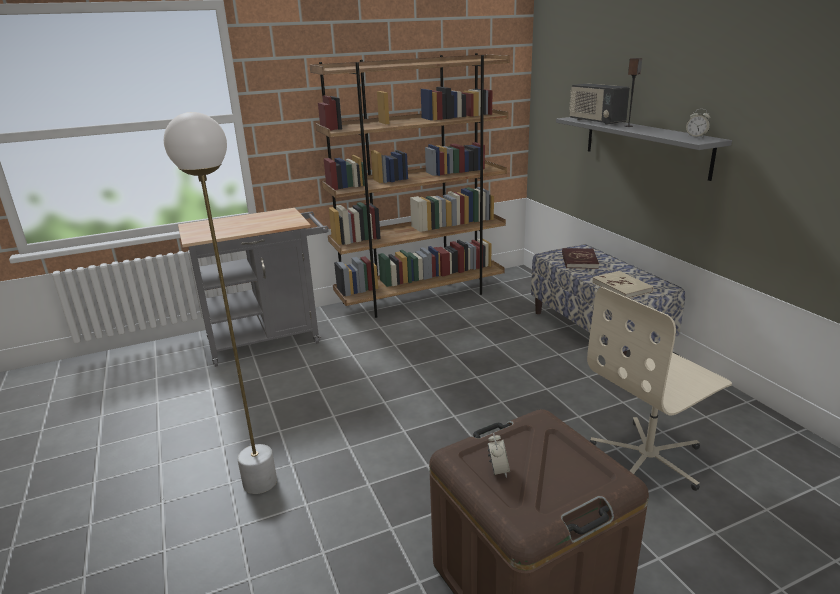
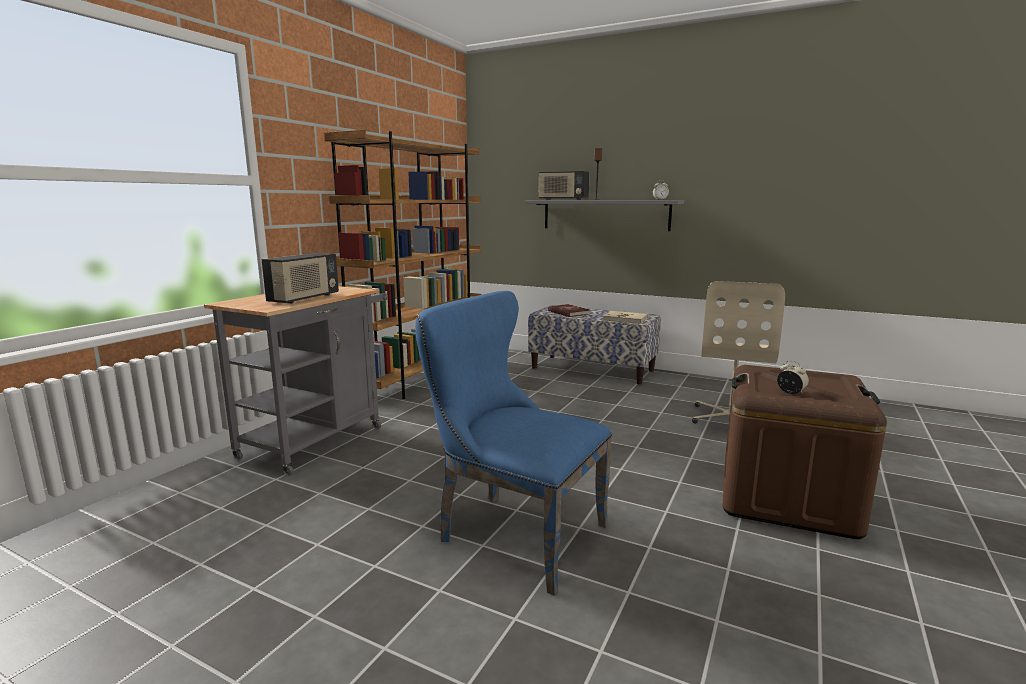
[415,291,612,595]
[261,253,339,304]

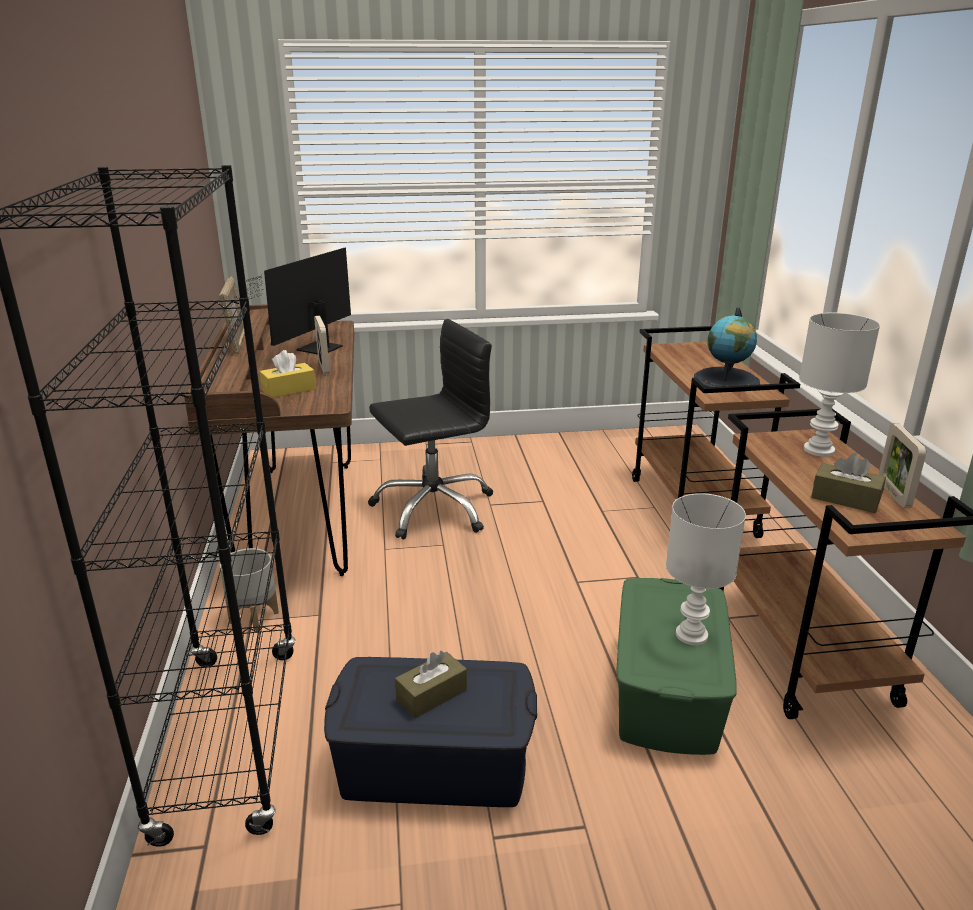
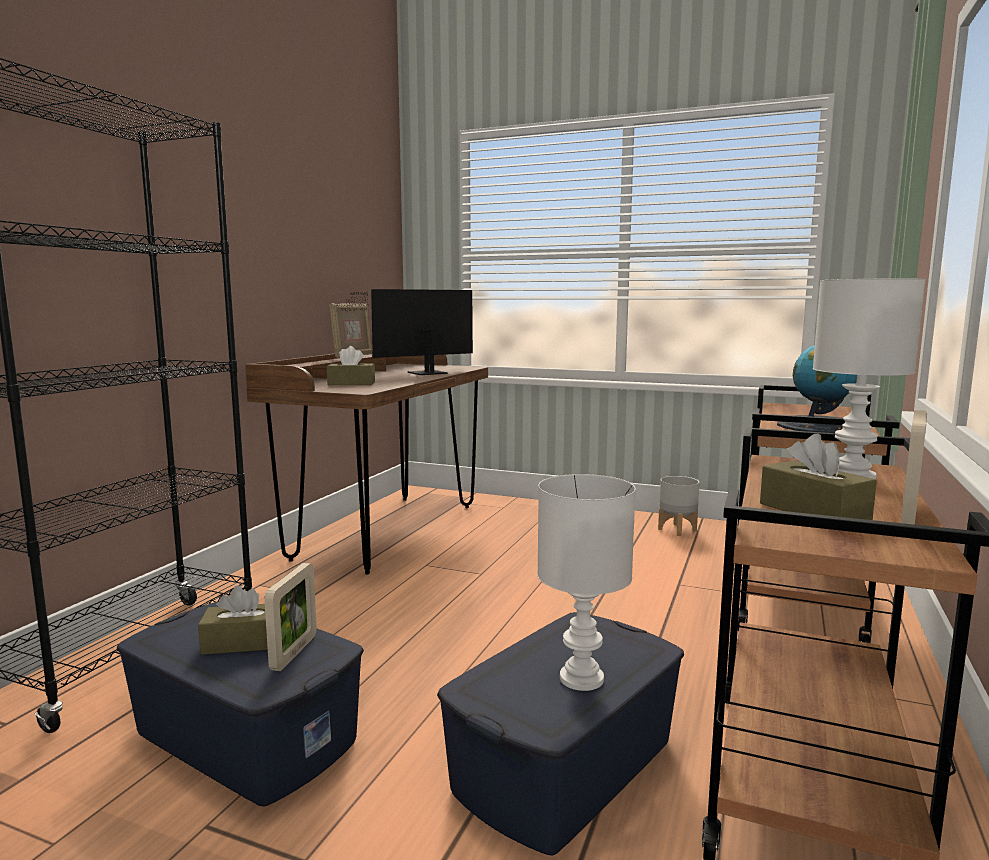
[658,476,700,536]
[327,346,375,385]
[264,563,317,671]
[368,319,493,540] (first image)
[437,612,684,856]

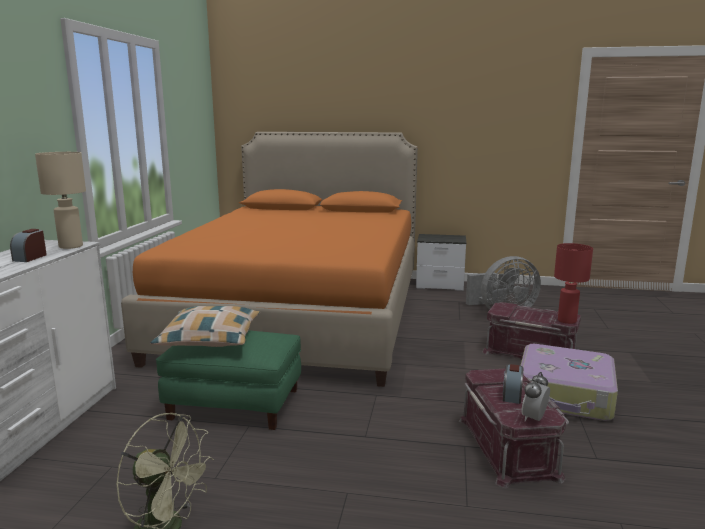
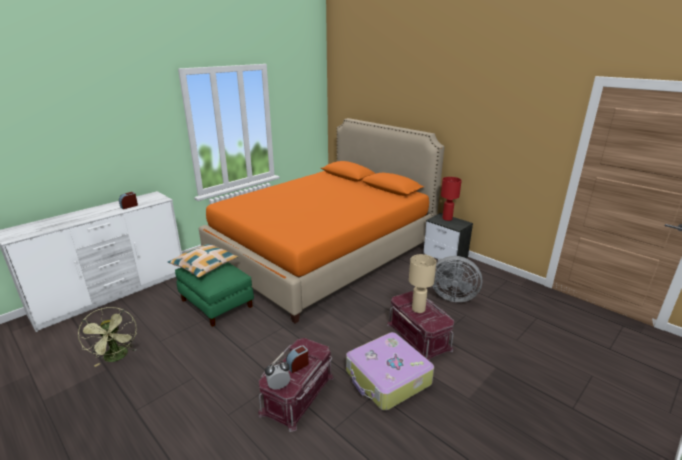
[409,254,436,313]
[441,177,462,221]

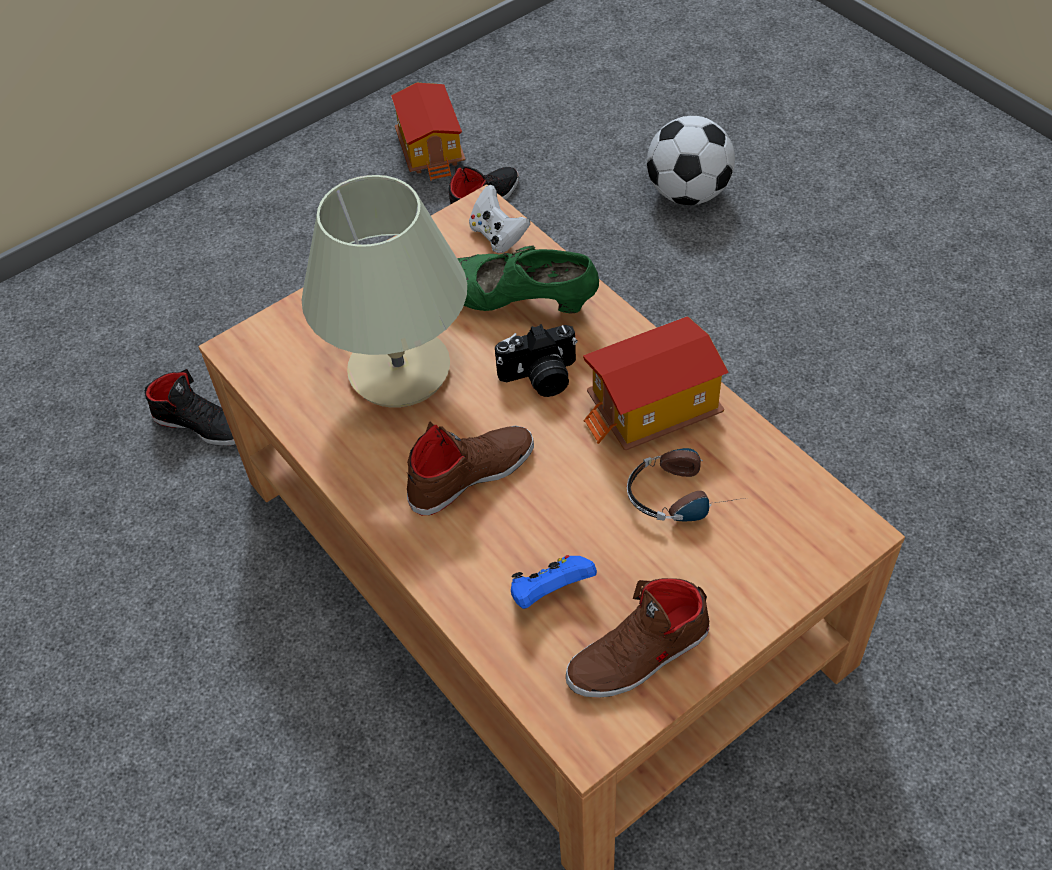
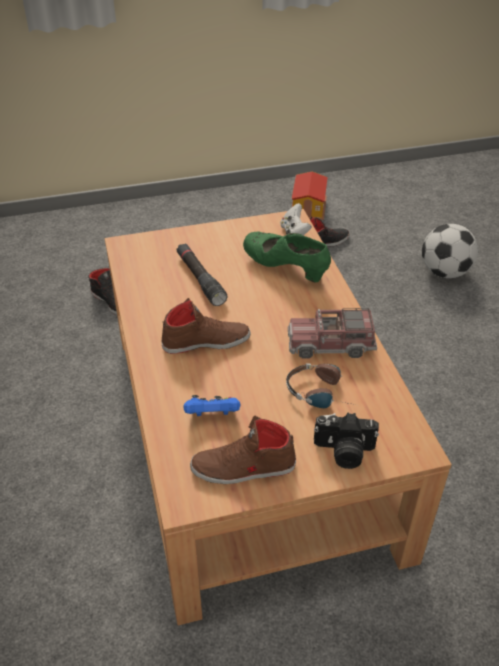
[176,244,228,306]
[314,413,379,469]
[288,308,377,359]

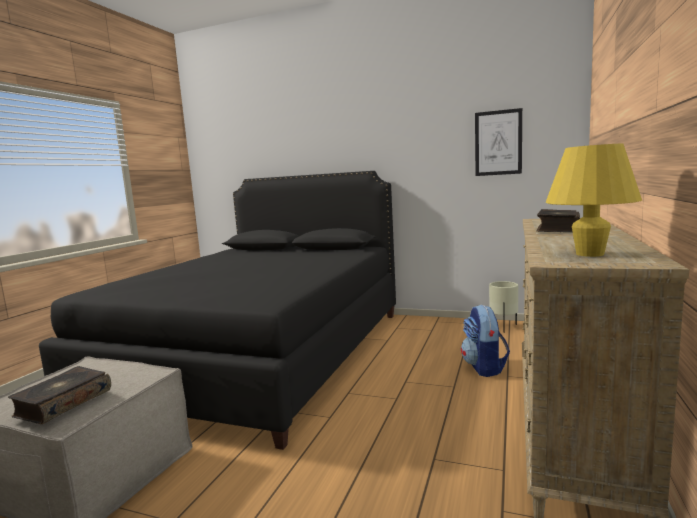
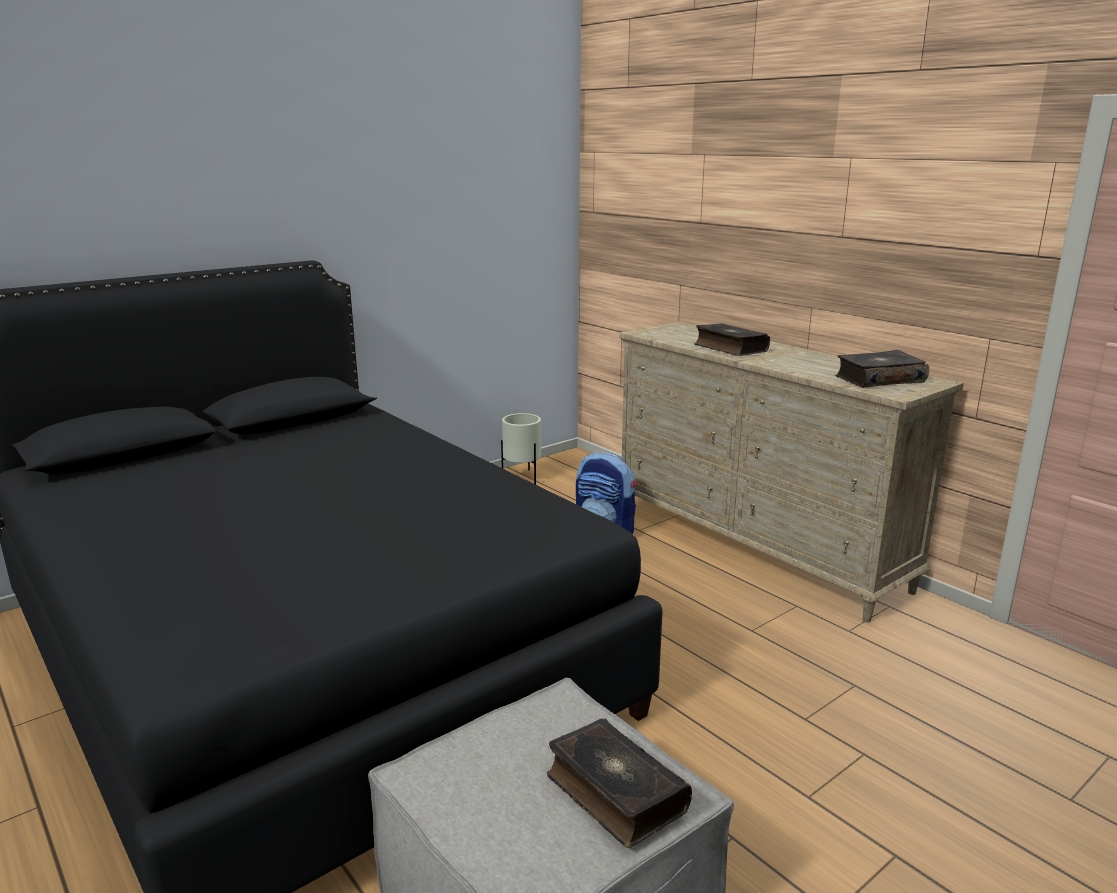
[475,108,522,176] (first image)
[835,350,929,388]

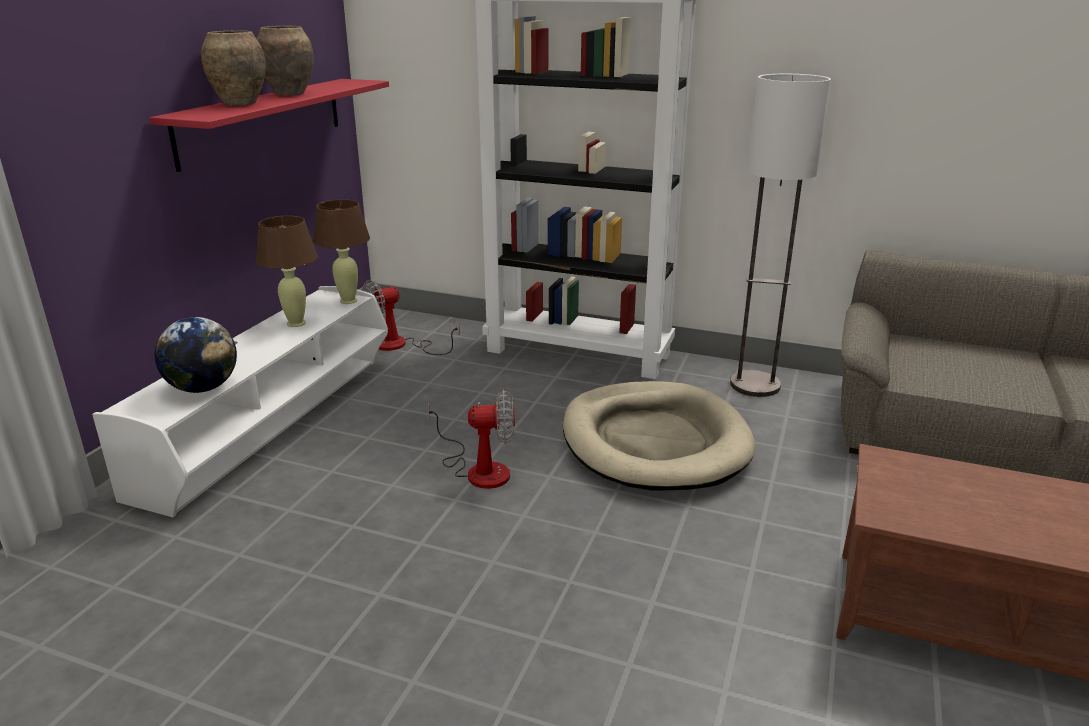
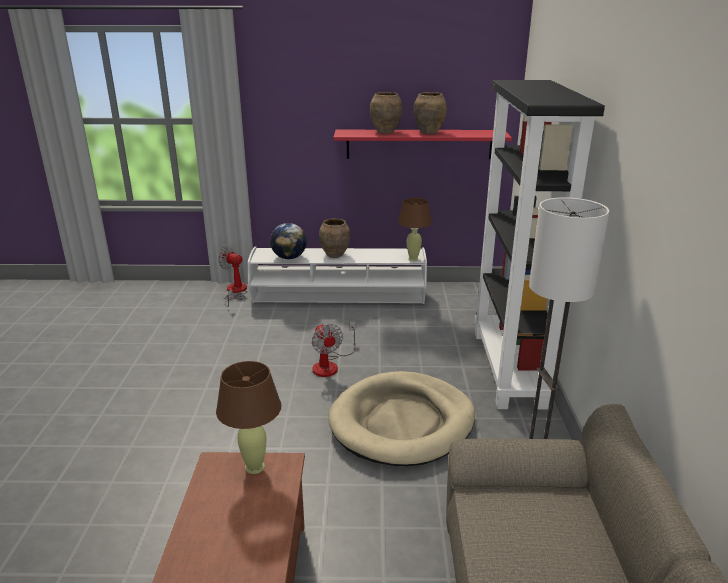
[216,361,281,474]
[218,245,248,307]
[319,219,350,258]

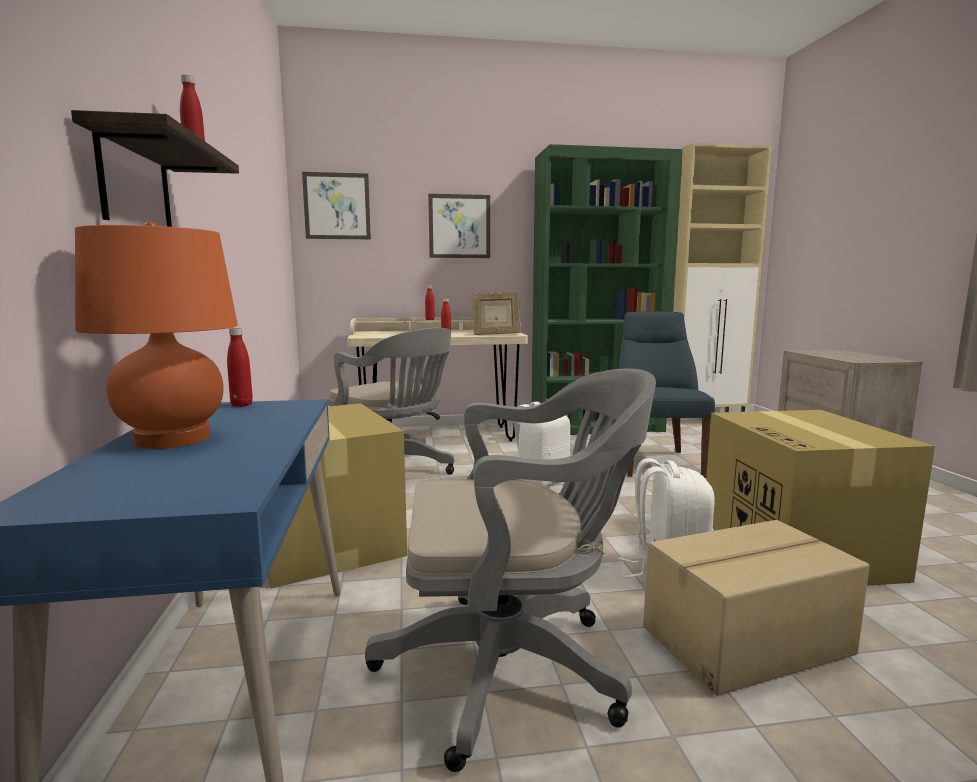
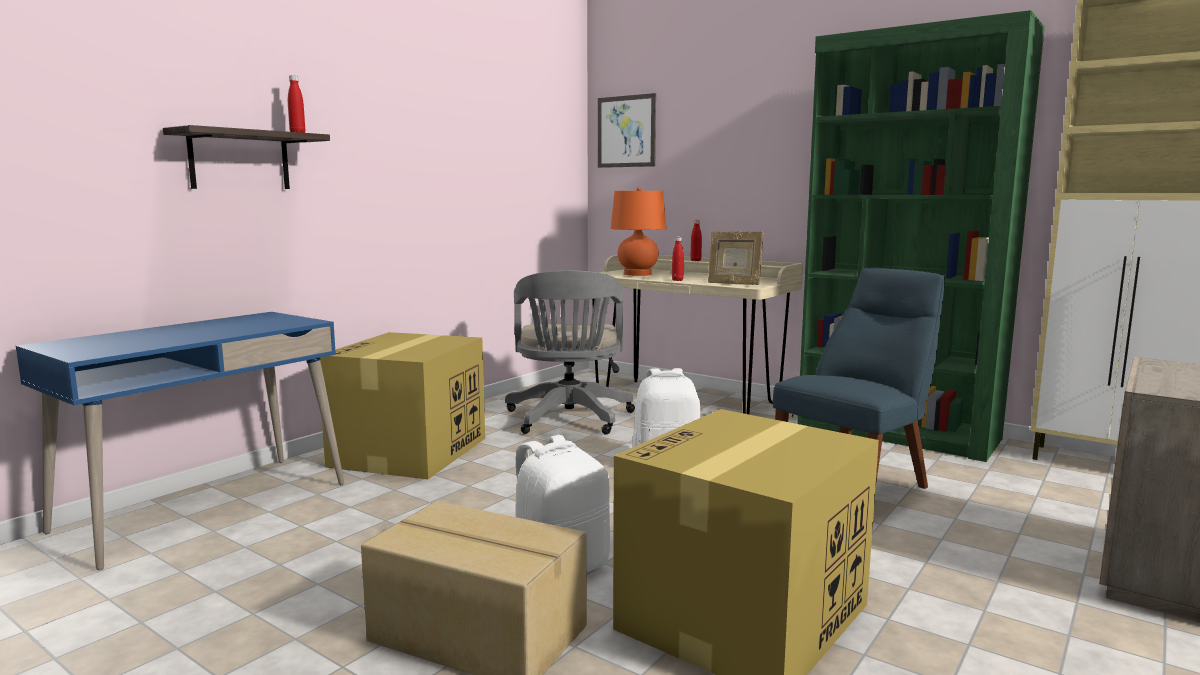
[611,187,666,276]
[227,327,253,407] (first image)
[365,369,656,772] (first image)
[428,194,490,258] (first image)

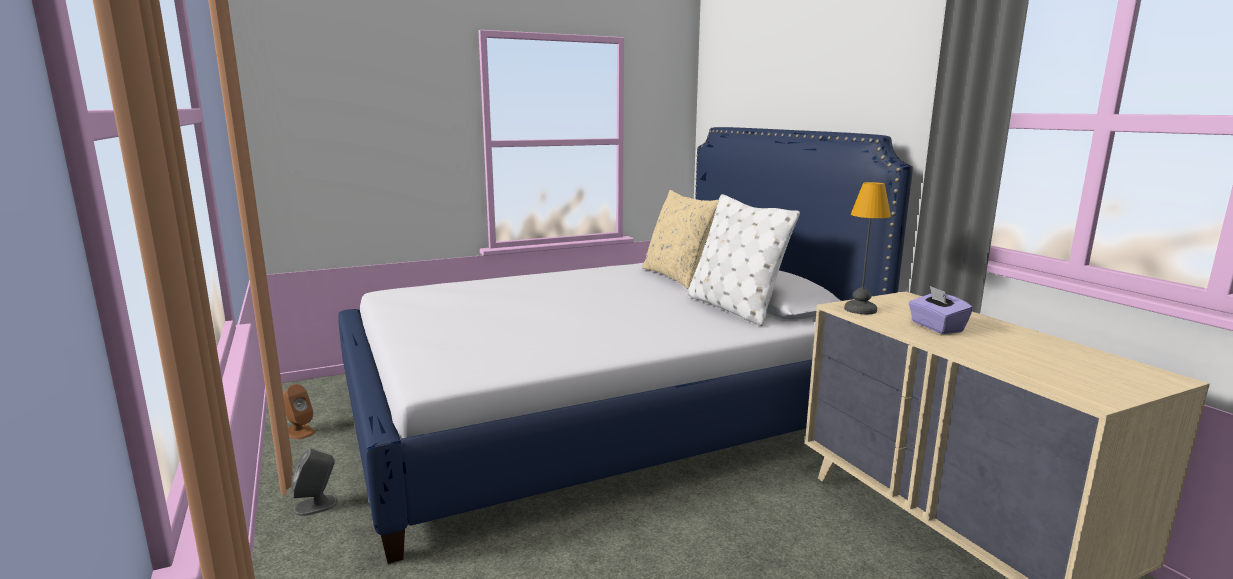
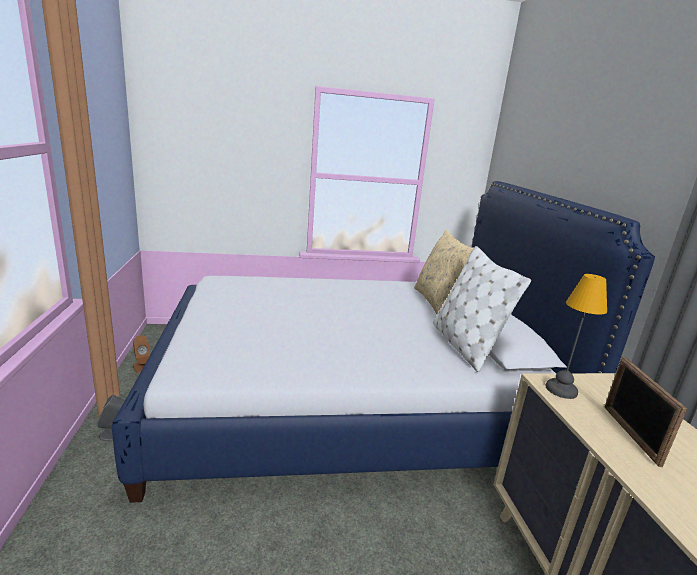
[605,357,687,467]

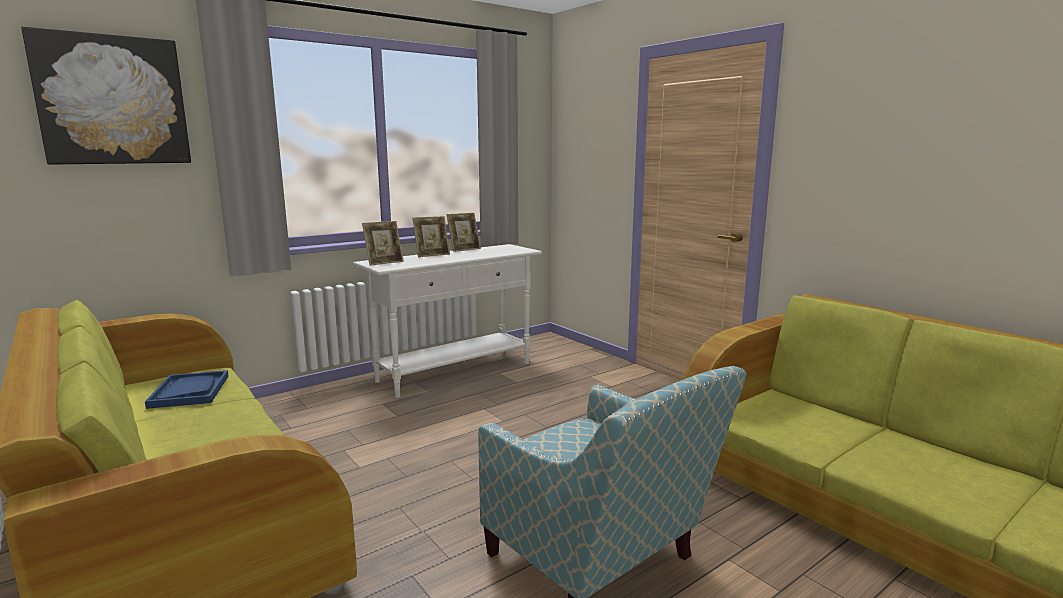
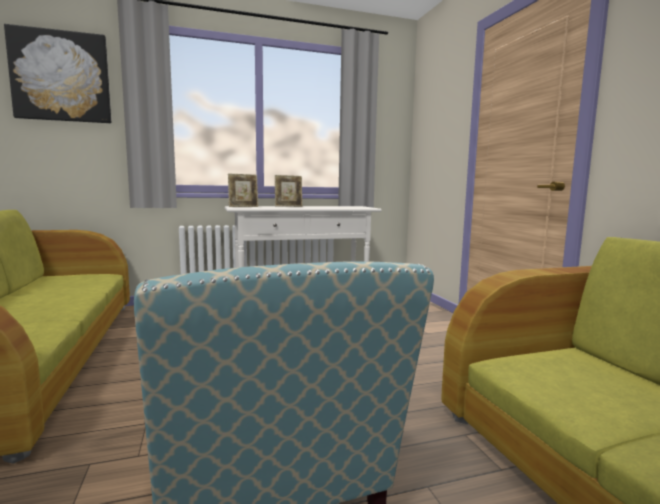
[145,370,229,409] (first image)
[447,213,481,252] (first image)

